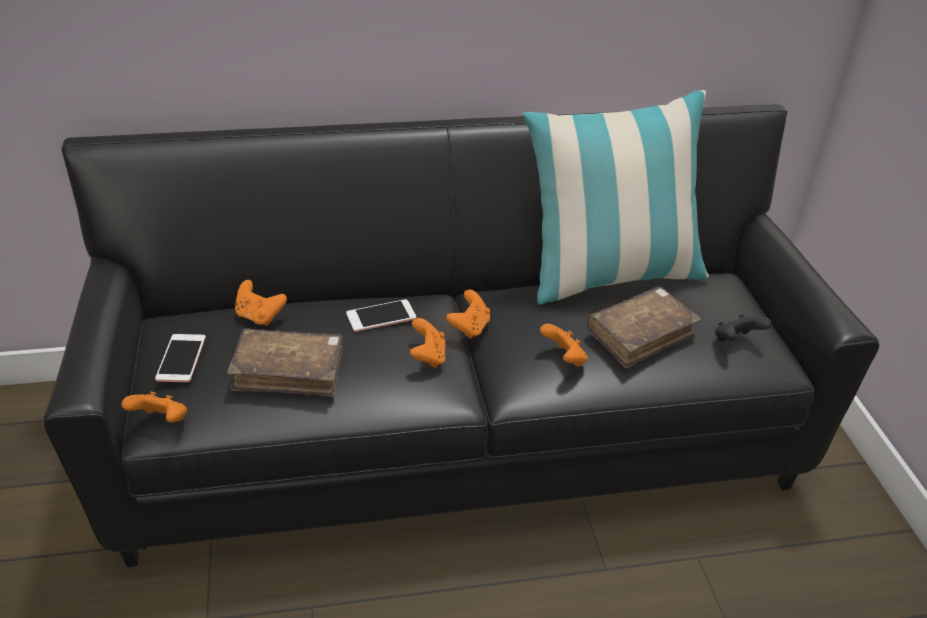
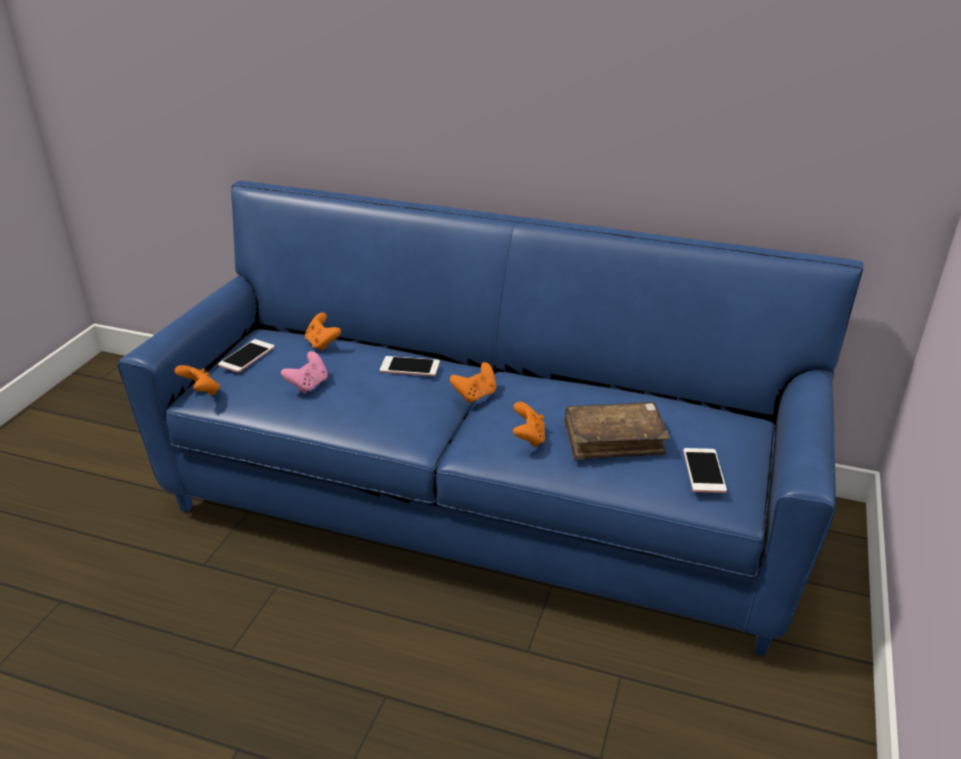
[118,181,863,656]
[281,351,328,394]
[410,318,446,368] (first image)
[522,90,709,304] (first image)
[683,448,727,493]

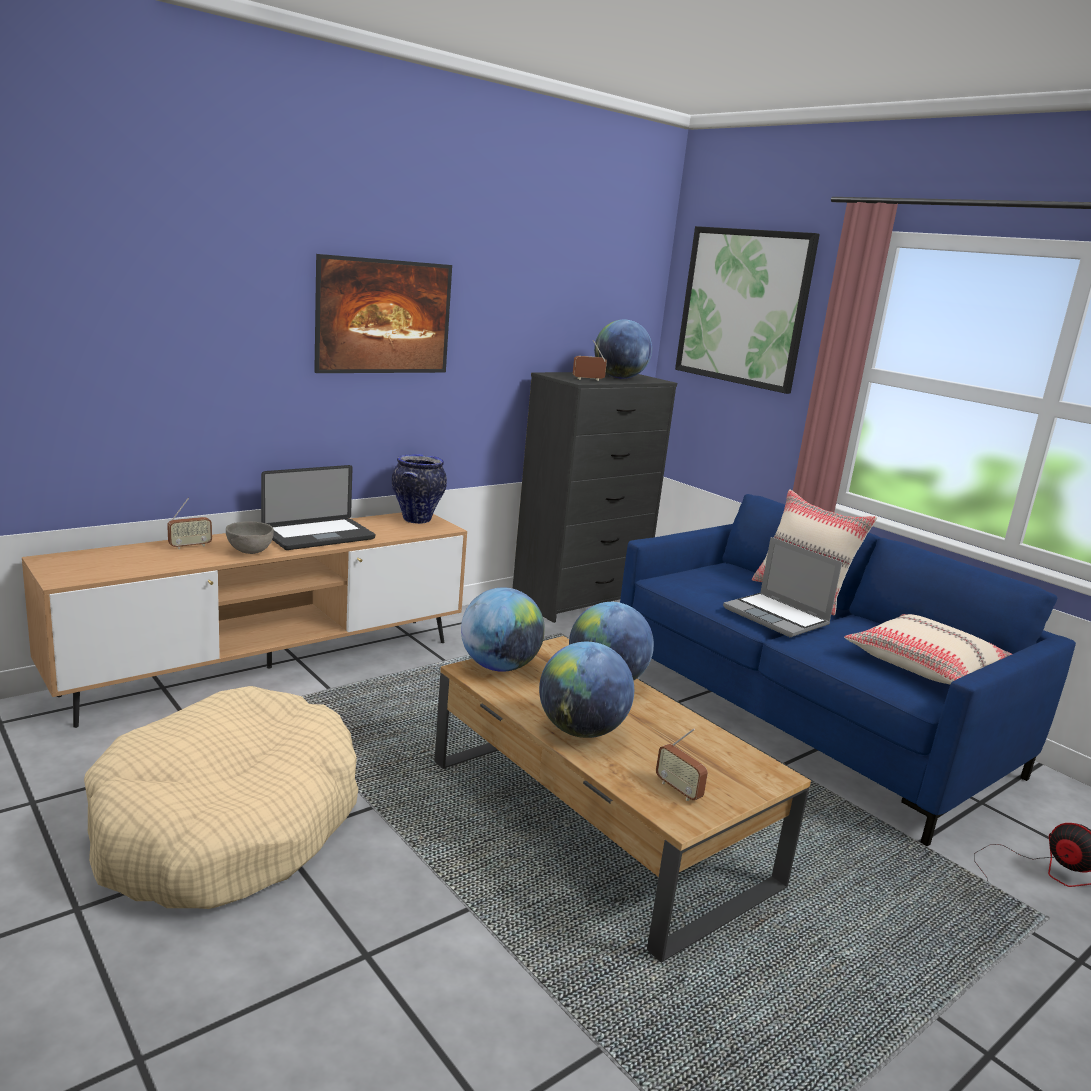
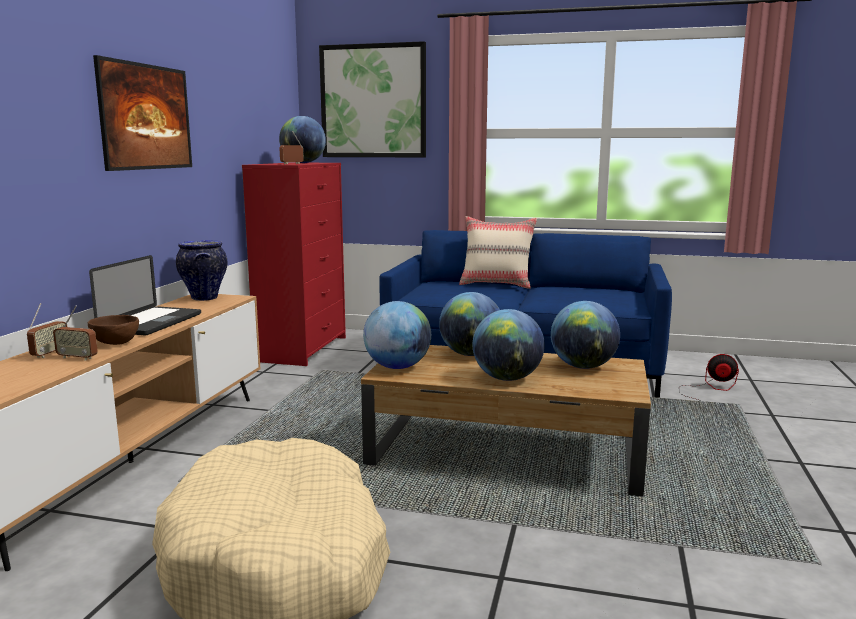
[88,315,139,345]
[242,162,346,366]
[53,306,98,360]
[723,537,842,637] (first image)
[844,614,1012,684] (first image)
[551,301,620,369]

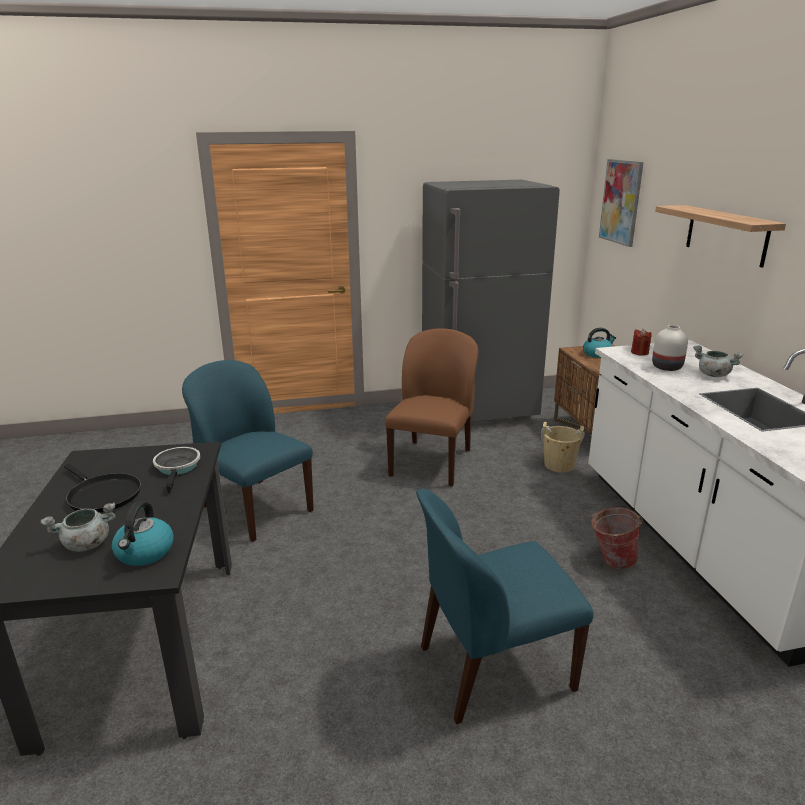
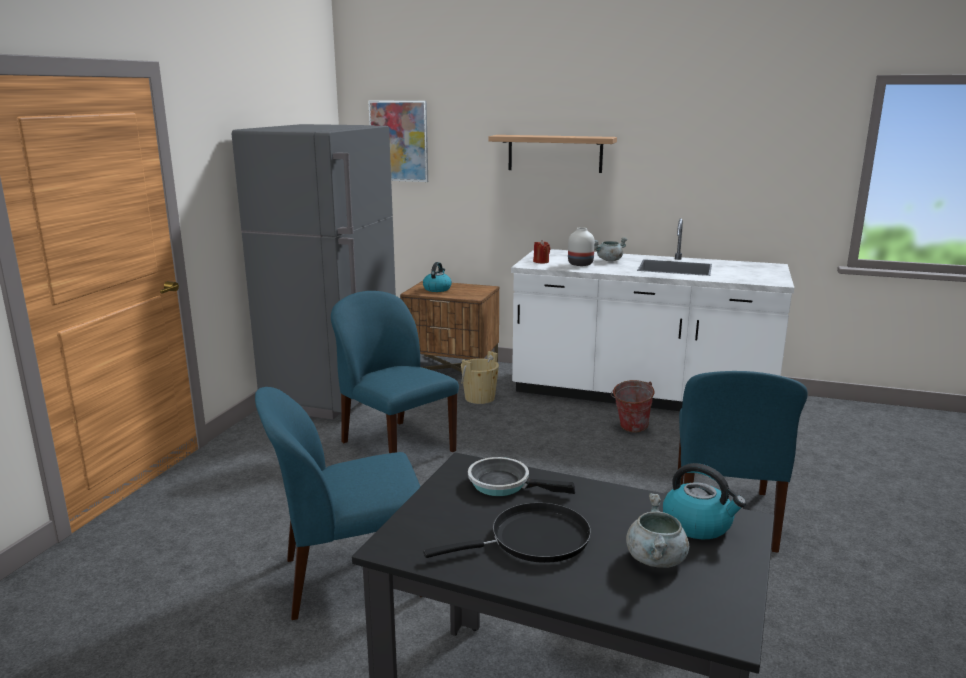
[331,291,459,453]

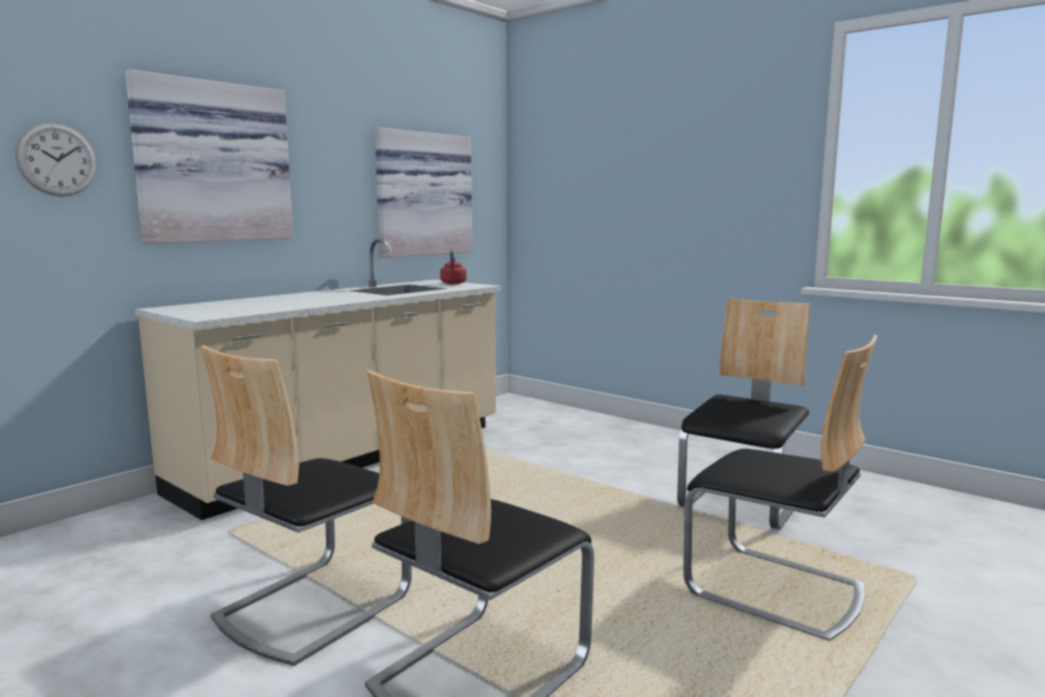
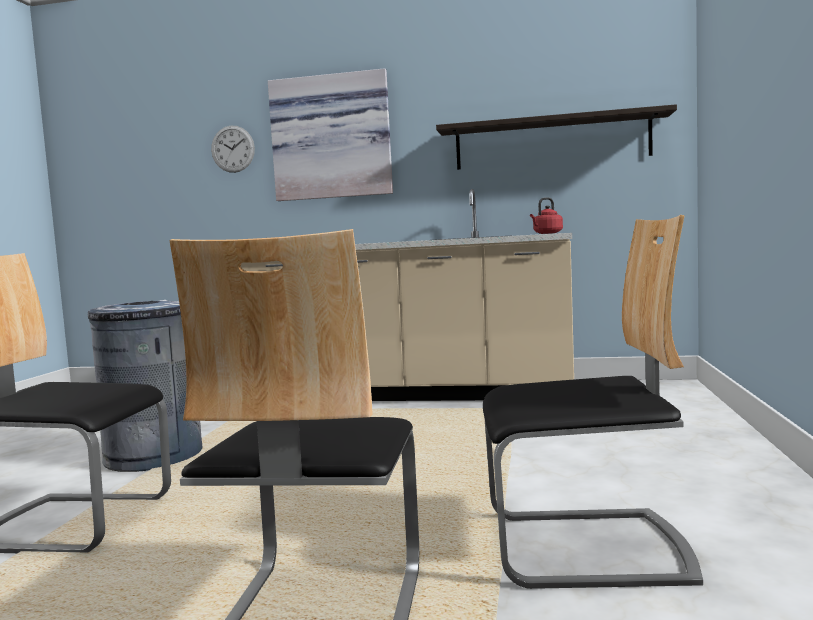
[88,300,202,472]
[436,104,677,170]

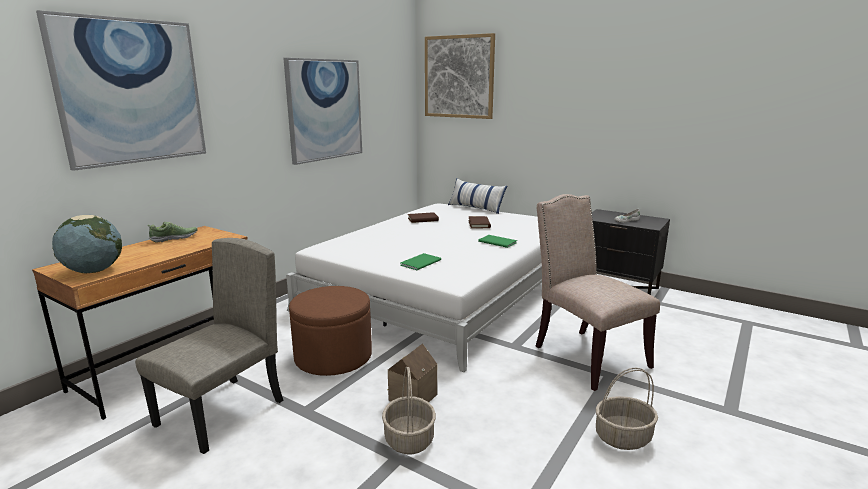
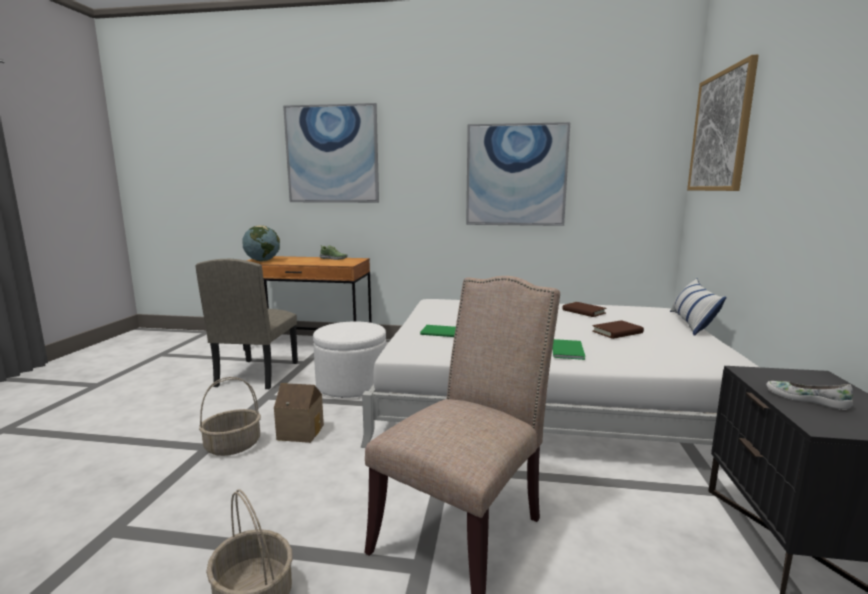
[196,259,298,389]
[313,321,386,398]

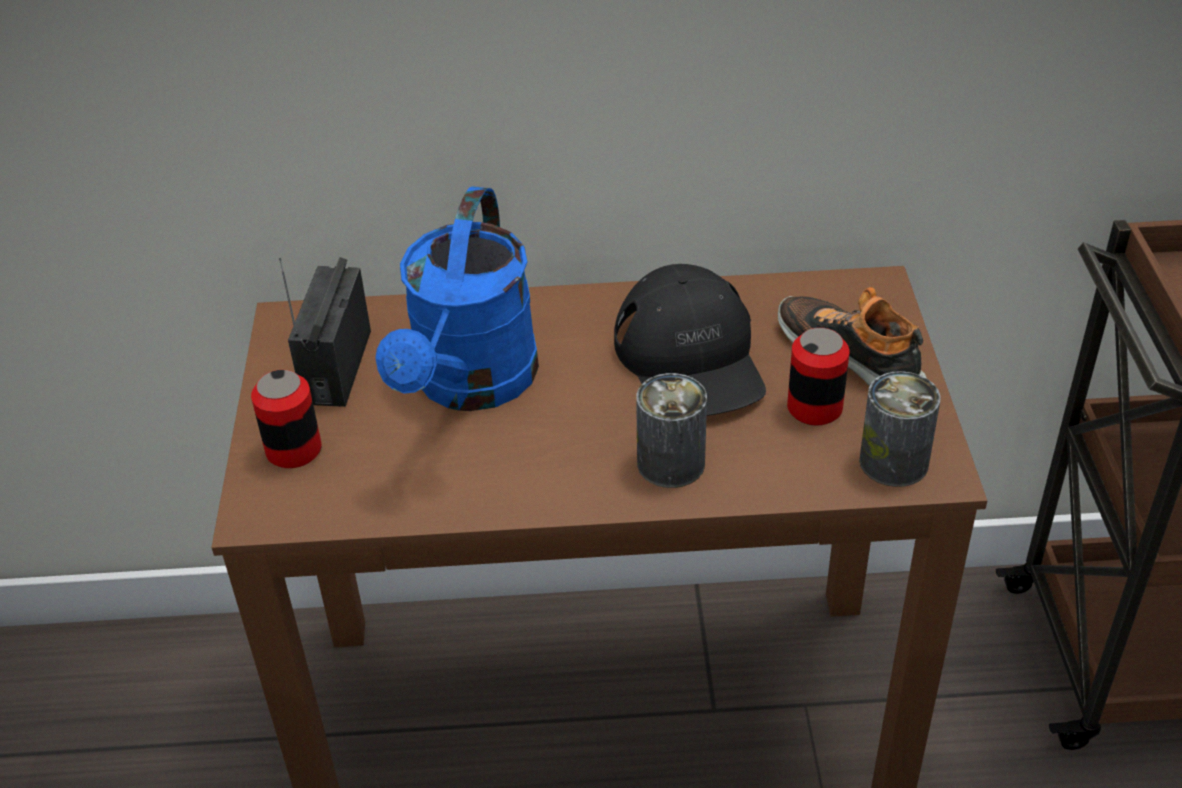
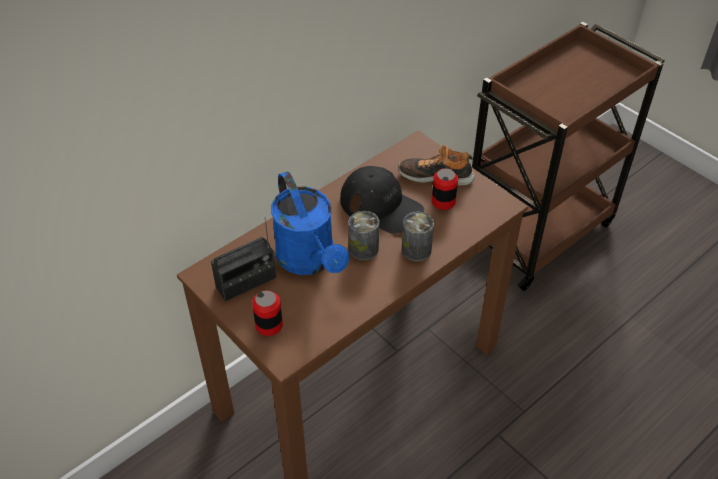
[211,217,276,301]
[349,211,379,261]

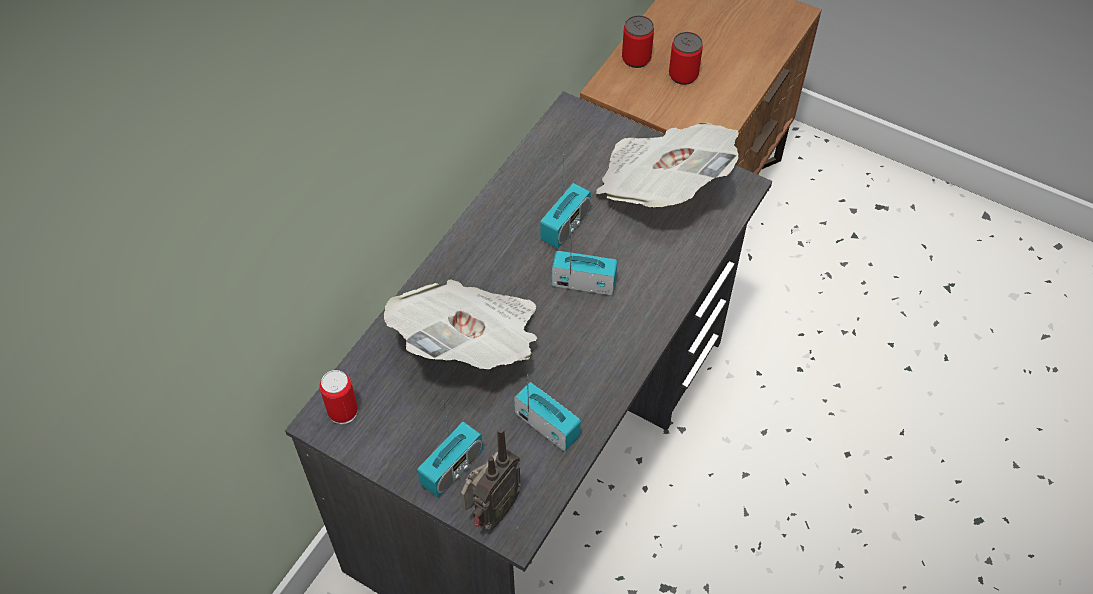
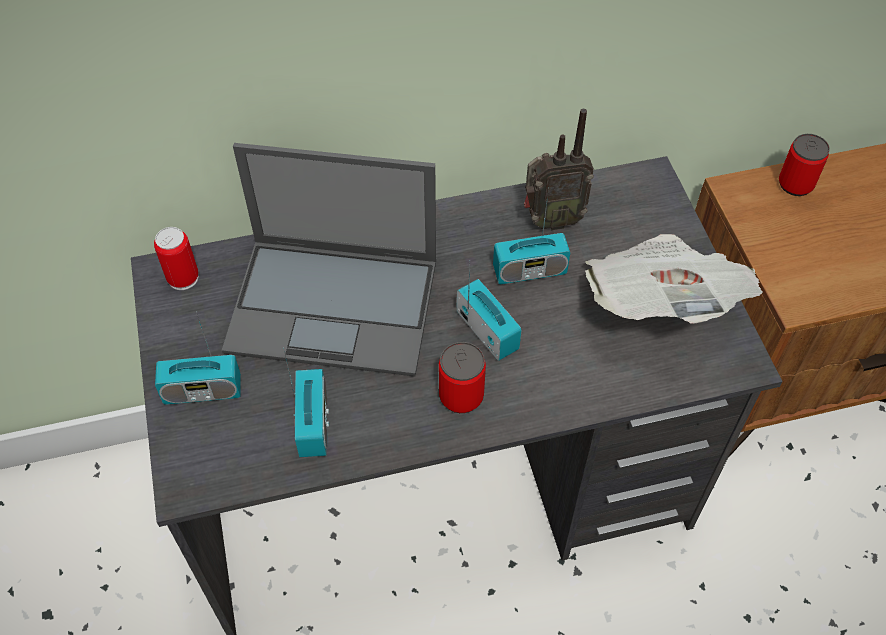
[222,143,436,377]
[524,109,594,230]
[439,342,486,413]

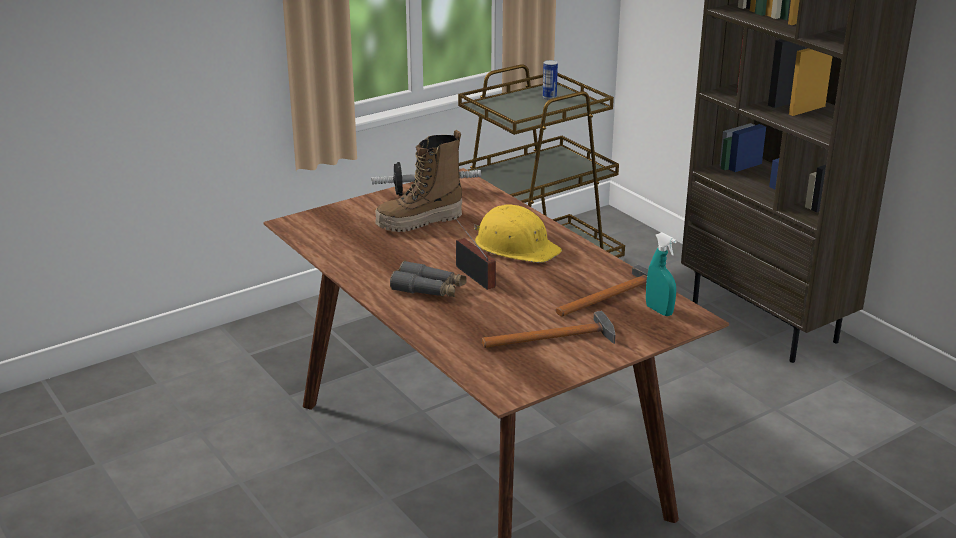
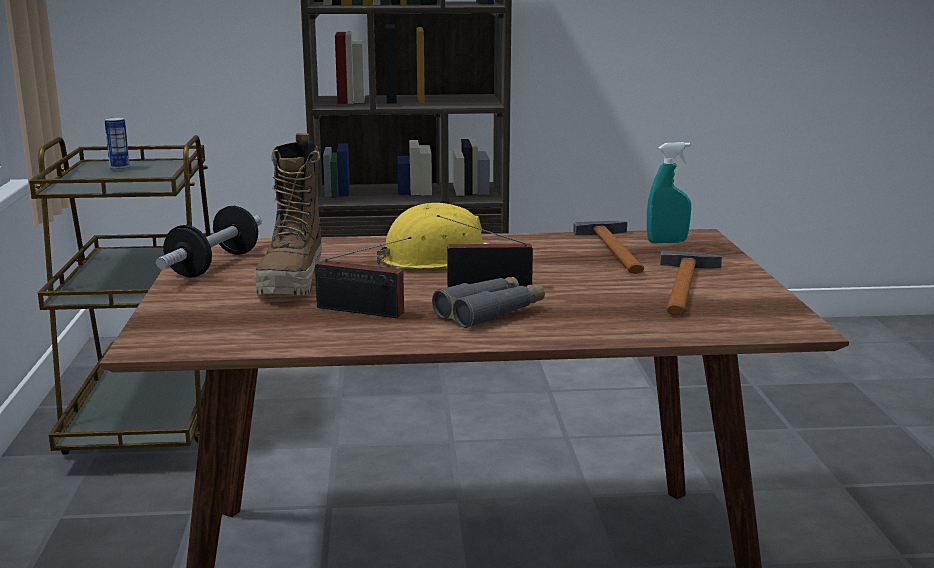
[315,237,411,318]

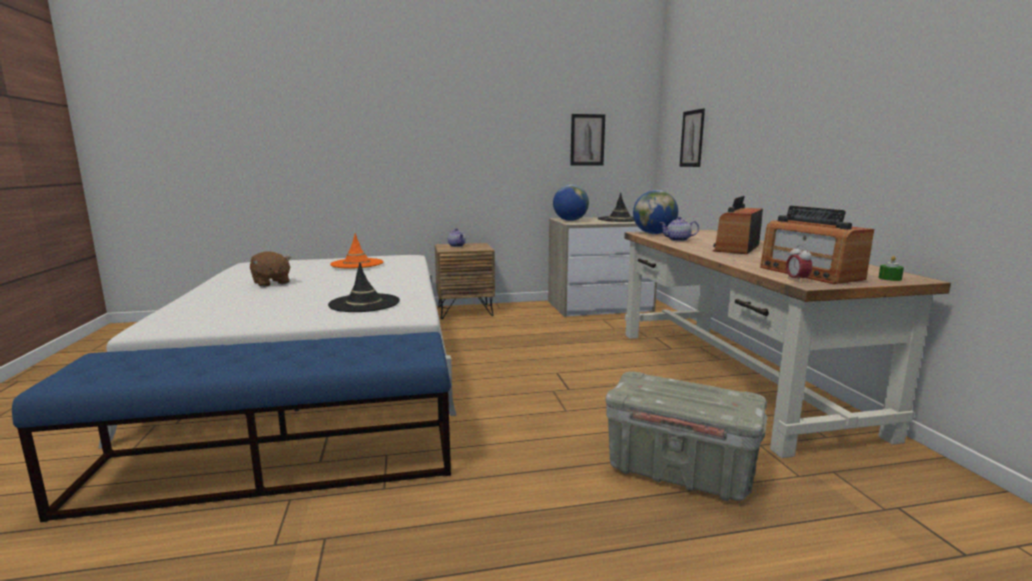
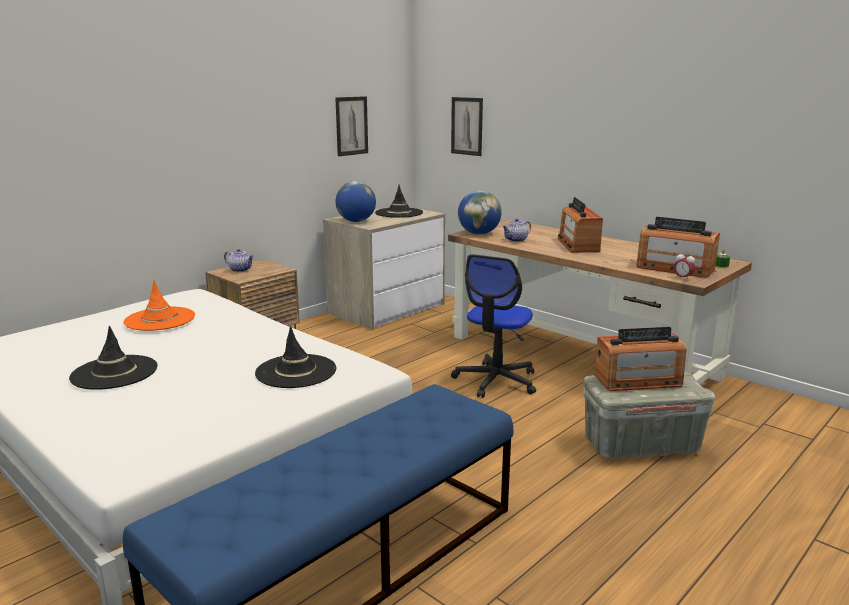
[69,326,157,390]
[451,254,536,398]
[594,327,686,391]

